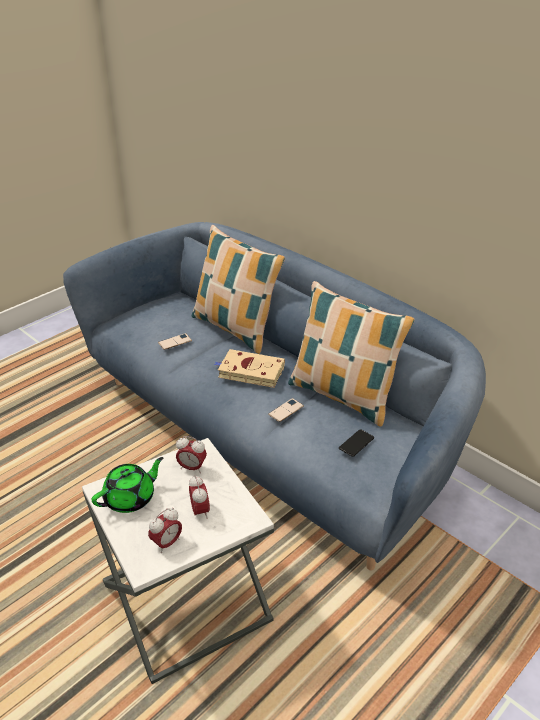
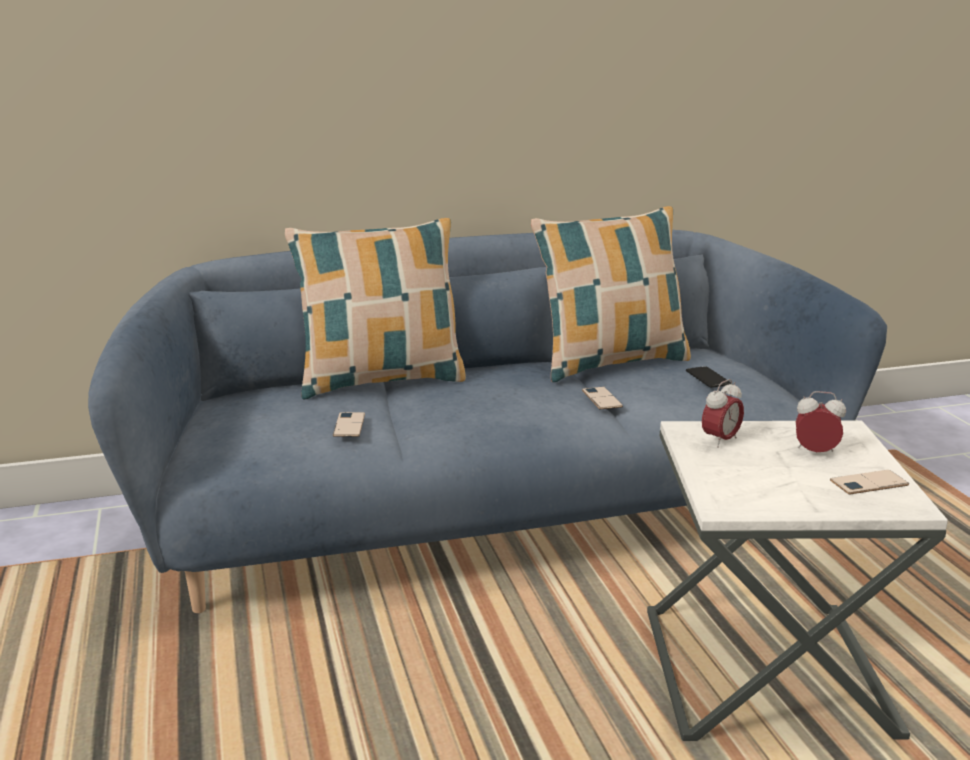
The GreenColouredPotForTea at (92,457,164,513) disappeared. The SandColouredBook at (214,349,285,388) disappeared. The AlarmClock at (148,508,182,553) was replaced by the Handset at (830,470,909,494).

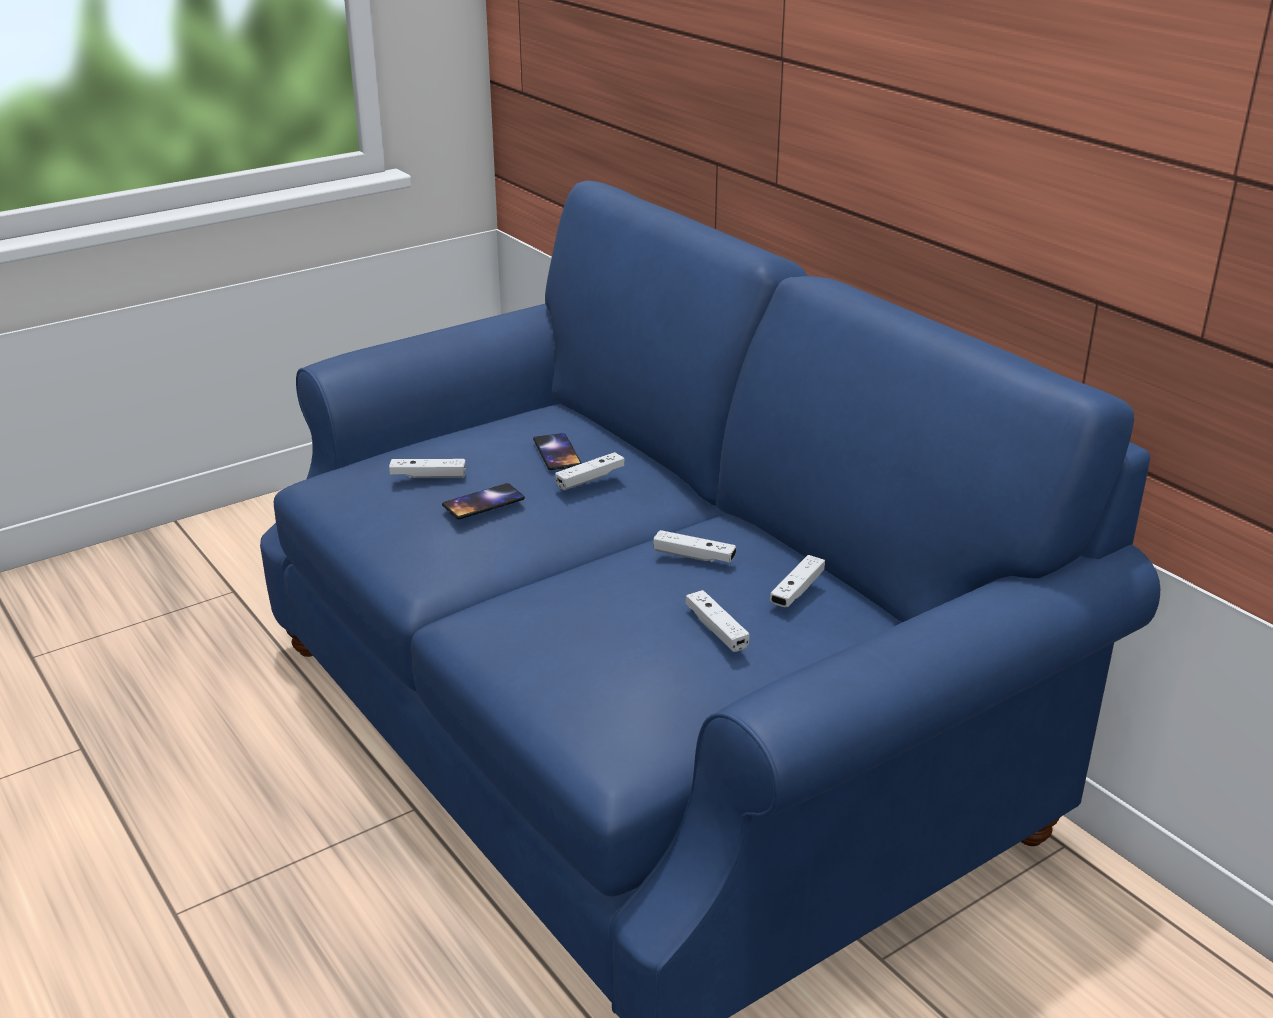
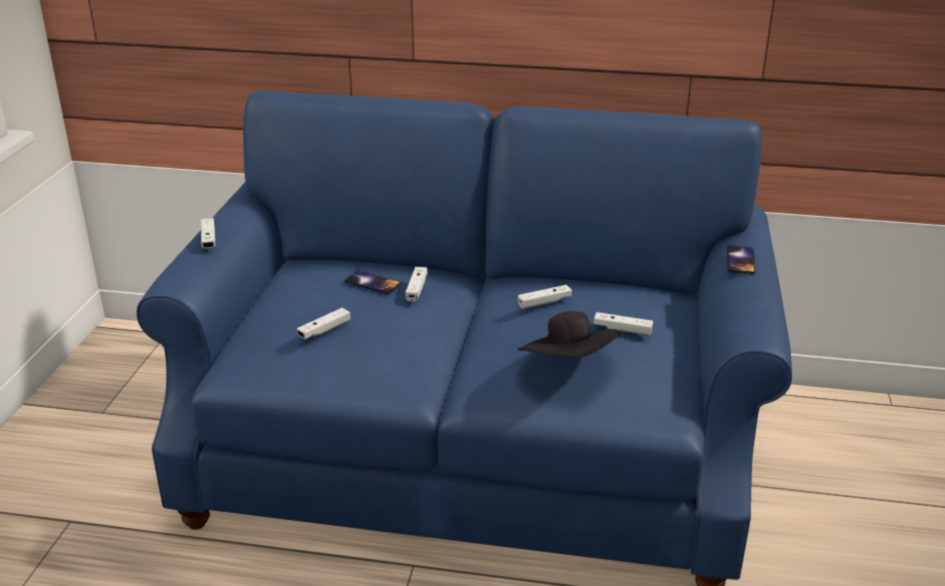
The BlackishHat at (518,311,620,357) appeared. The Handset moved from (442,483,525,519) to (727,245,755,274). The WhiteColouredGameController moved from (770,555,825,607) to (201,218,215,249).

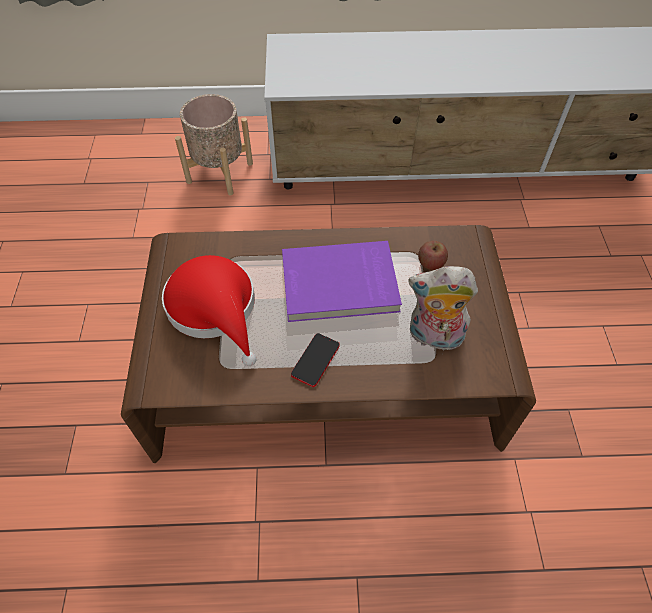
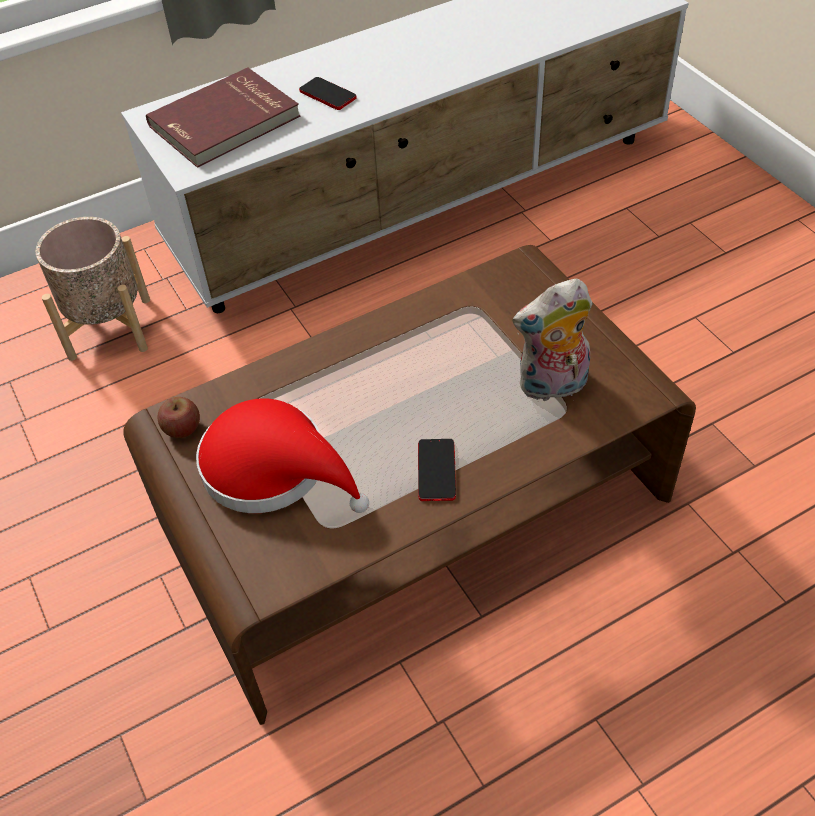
The PurpleColouredBook at (282,241,402,322) disappeared. The RedColouredBook at (146,67,300,168) appeared. The Handset at (299,77,357,110) appeared. The AppleFruit moved from (418,241,448,270) to (157,397,200,438).

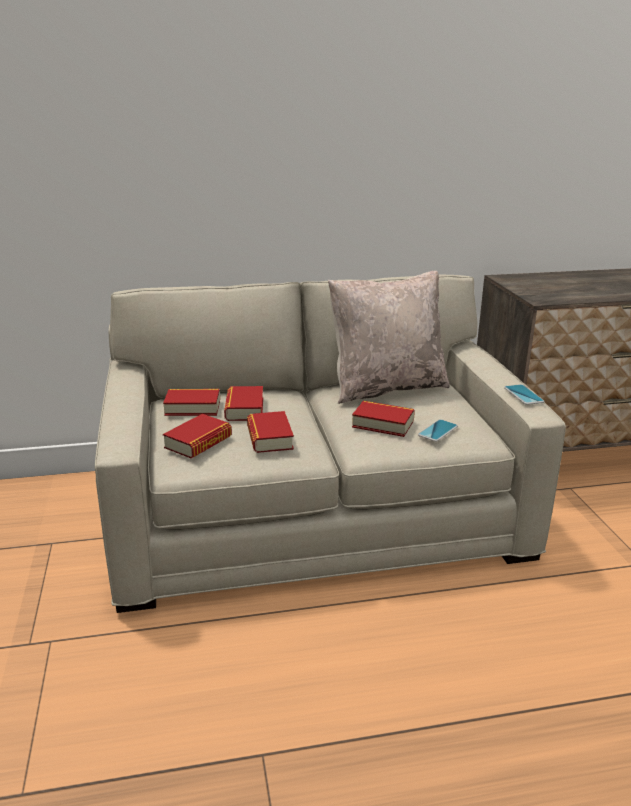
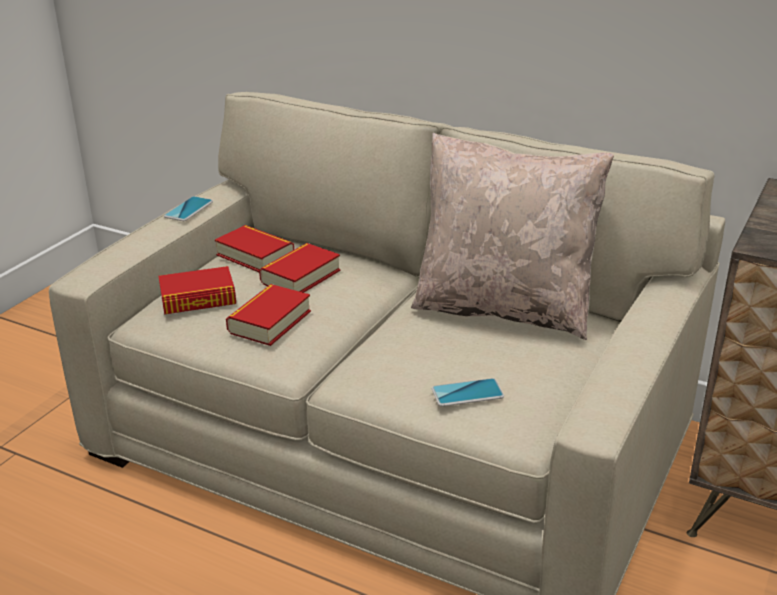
The Book at (352,401,415,437) disappeared. The Handset moved from (504,384,544,405) to (164,196,213,221).

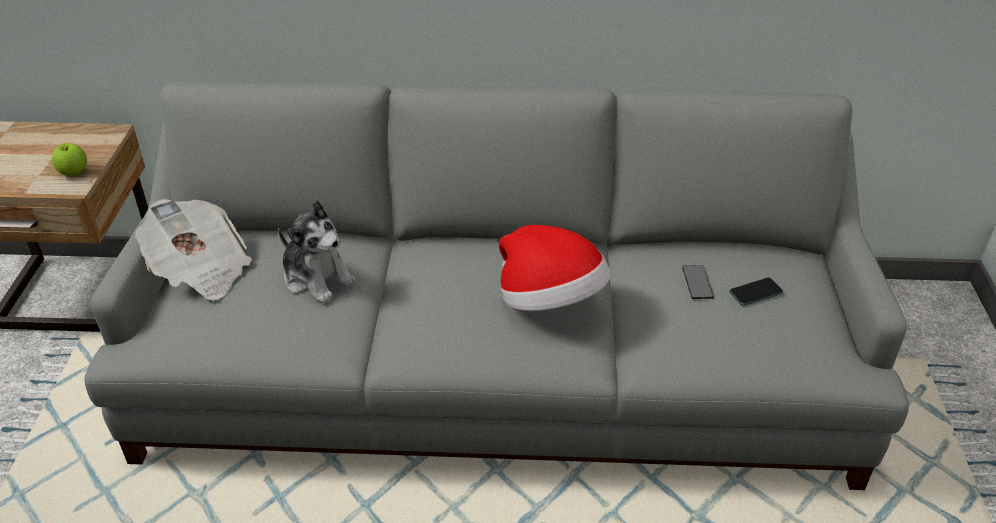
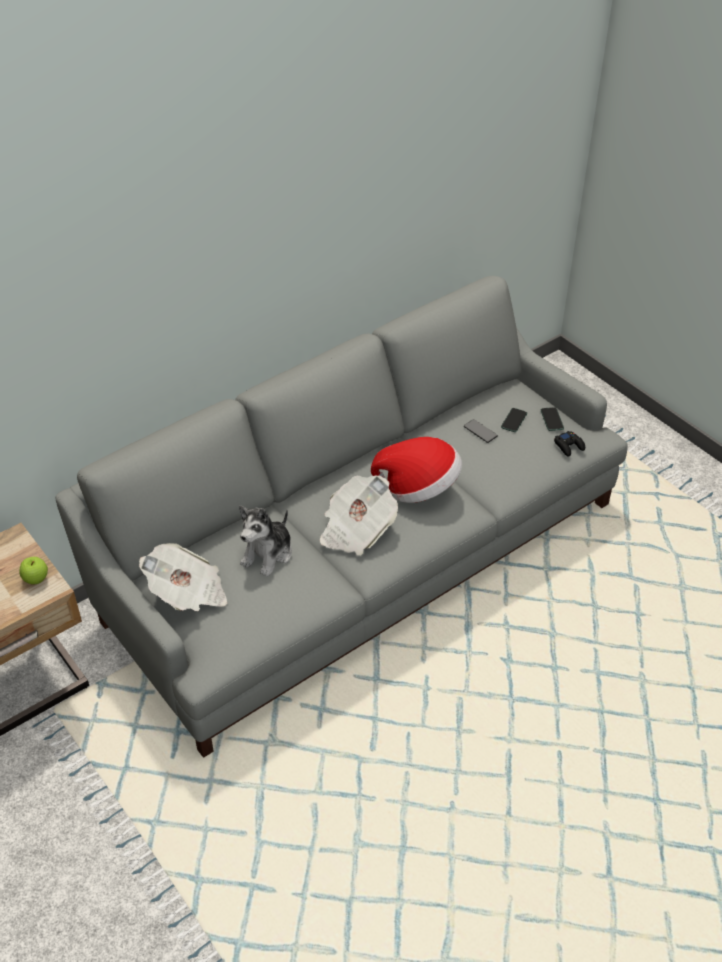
The Newspaper at (320,475,398,555) appeared. The Handset at (541,407,564,431) appeared. The BlackishGameController at (554,431,585,457) appeared. The CuddlyToy at (278,201,356,303) turned 120 degrees clockwise.

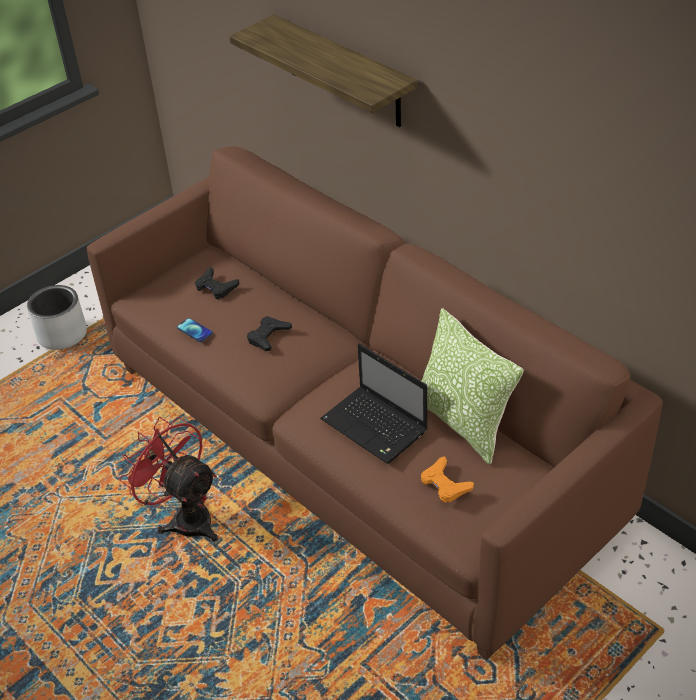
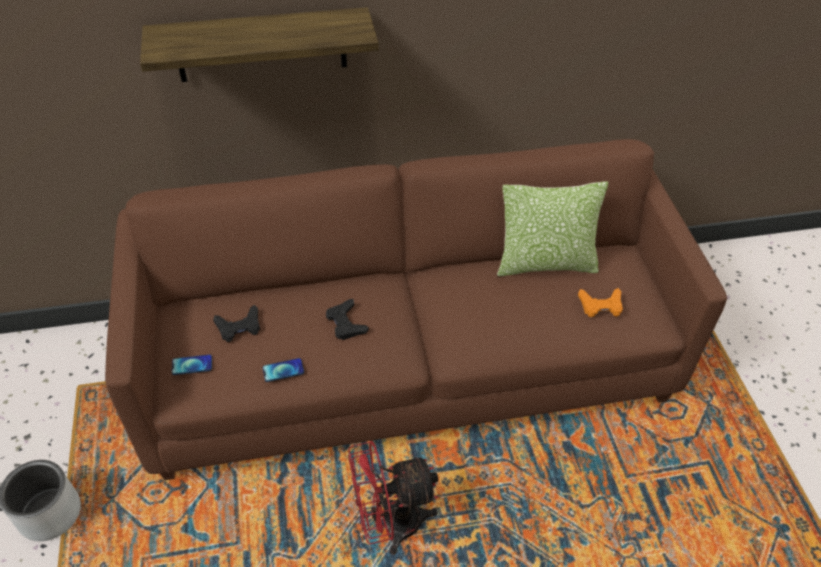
The NotebookComputer at (320,343,428,464) disappeared. The Handset at (172,354,212,375) appeared.

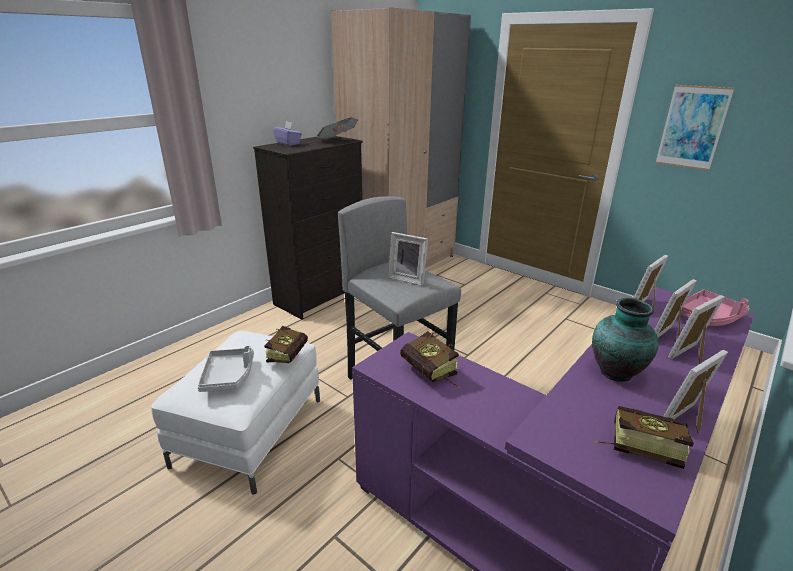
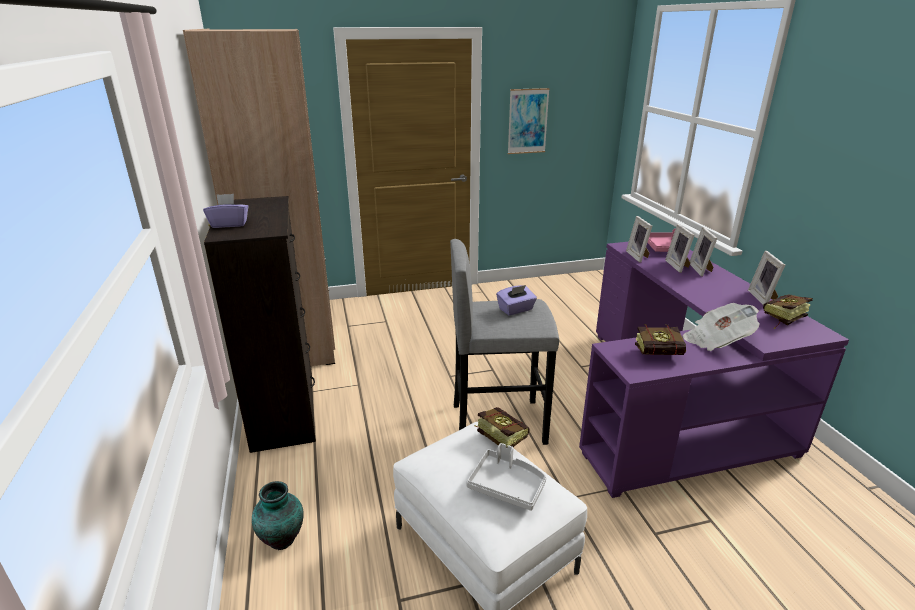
The Newspaper moved from (316,117,358,138) to (683,303,759,351). The FlowerVase moved from (592,298,658,382) to (252,481,304,550). The PhotoFrame at (388,232,428,285) was replaced by the PurpleColouredTissueBox at (496,285,537,315).

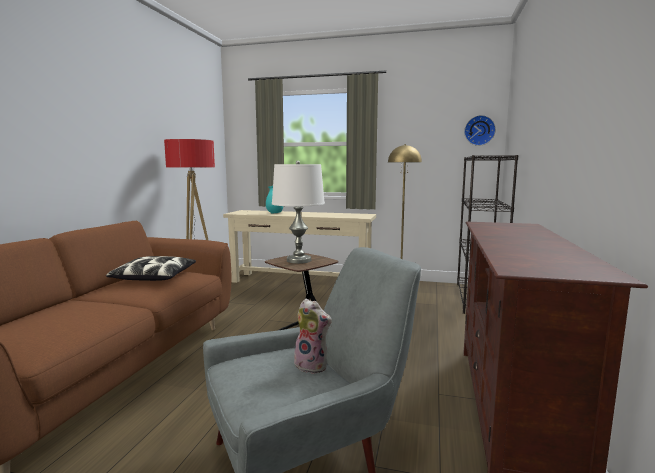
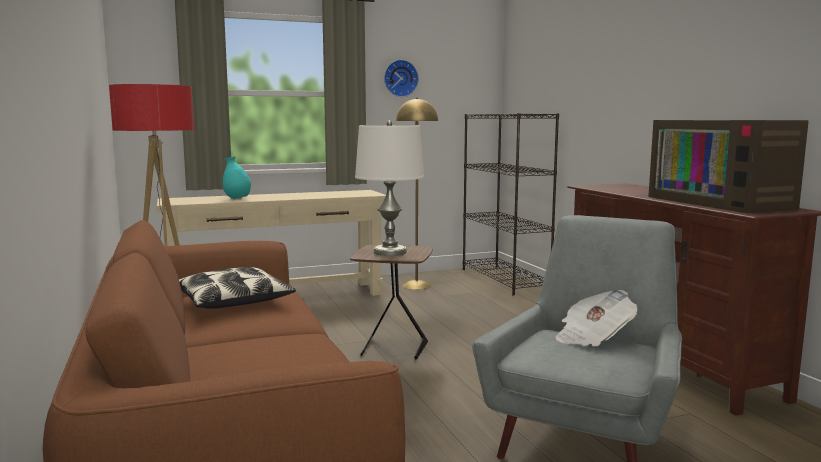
The Television at (648,120,809,213) appeared. The WallClock moved from (464,115,496,146) to (384,60,419,97). The CuddlyToy at (294,299,332,374) was replaced by the Newspaper at (555,290,638,346).

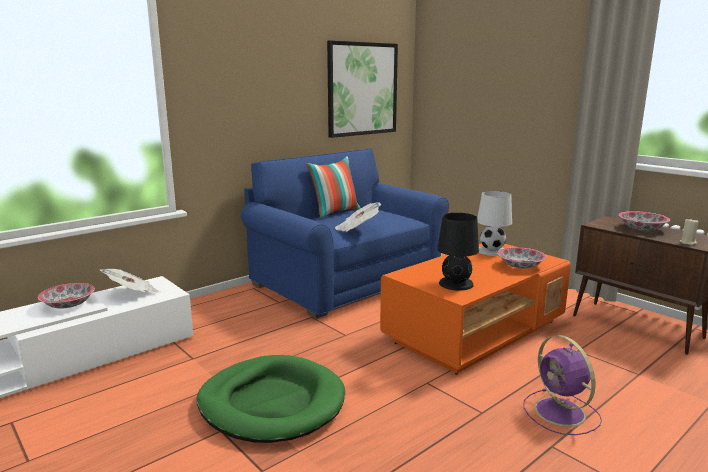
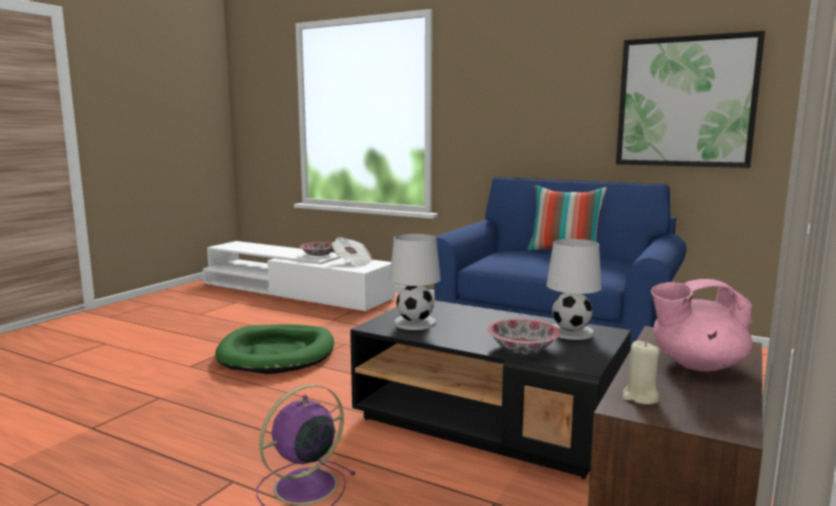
The Newspaper at (335,202,381,232) disappeared. The ServingBowl at (618,211,670,230) was replaced by the PinkPotForTea at (651,279,752,372). The OrangeColouredLoungeTable at (380,244,571,375) became the BlackishLoungeTable at (350,300,631,479). The BlackishTabletopLamp at (437,213,479,291) became the WhiteColouredTabletopLamp at (390,234,441,330).

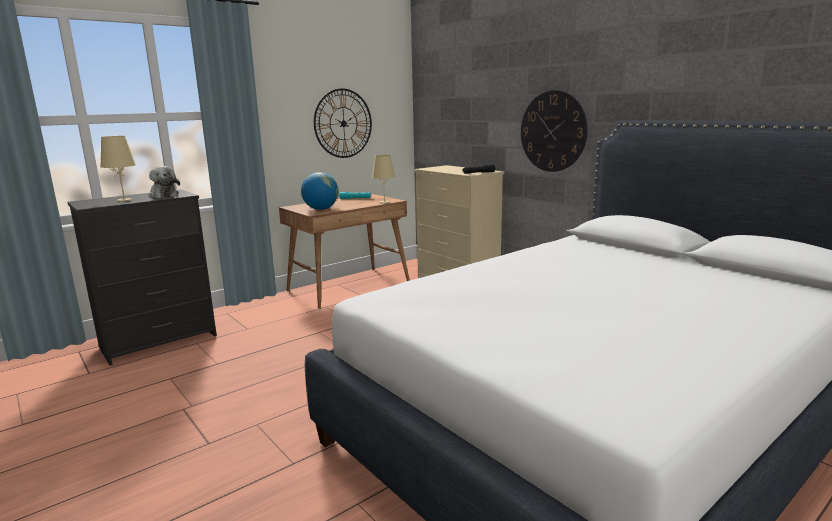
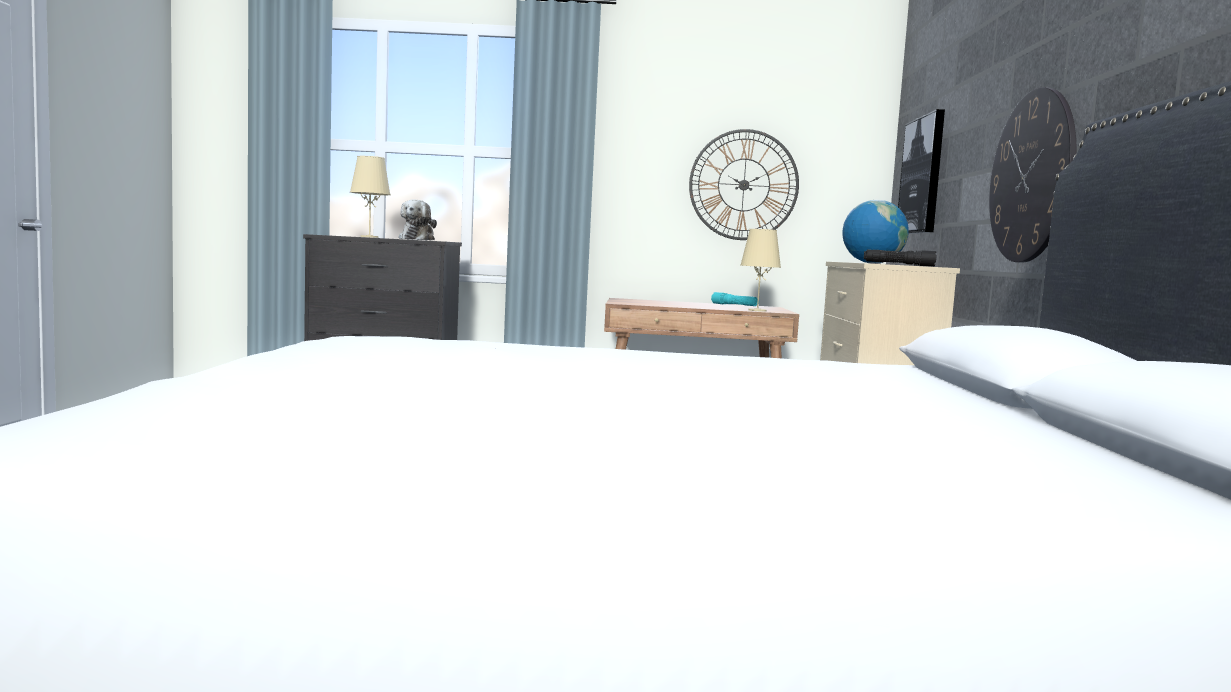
The WallArt at (898,109,945,234) appeared. The Globe moved from (301,172,339,210) to (842,200,909,264).

